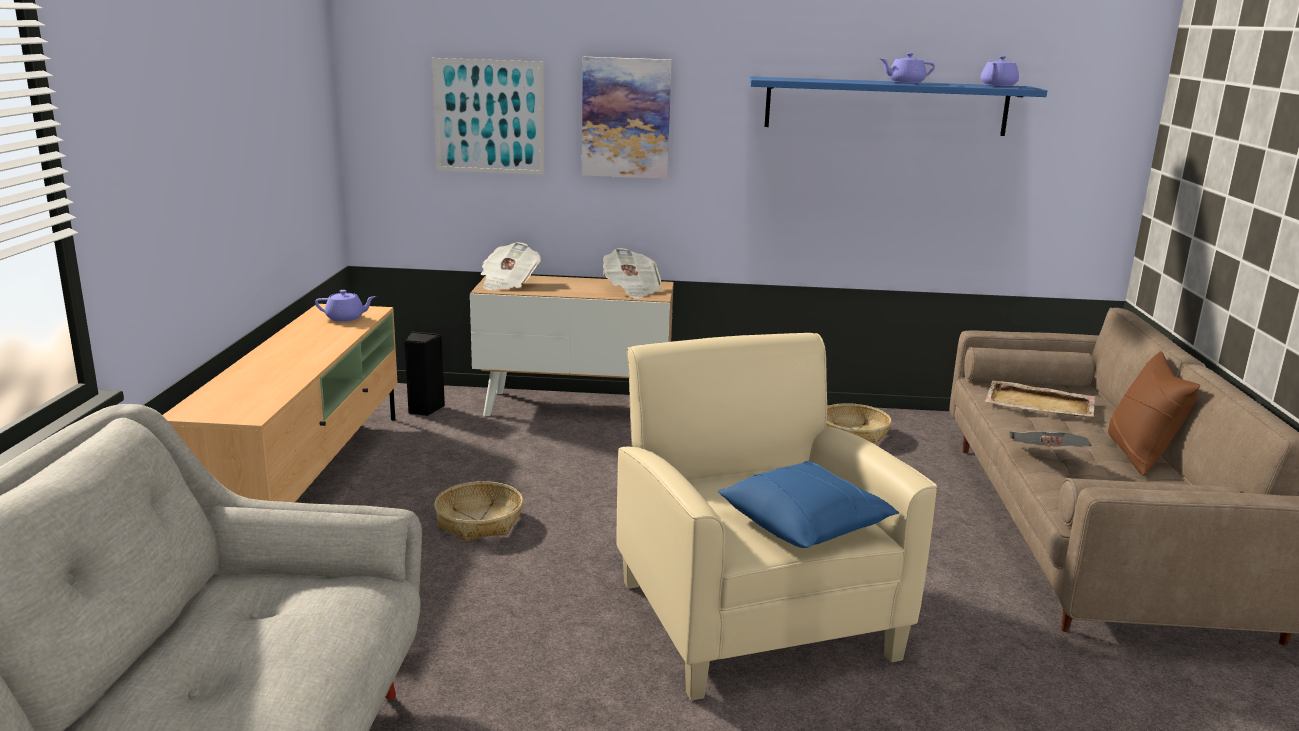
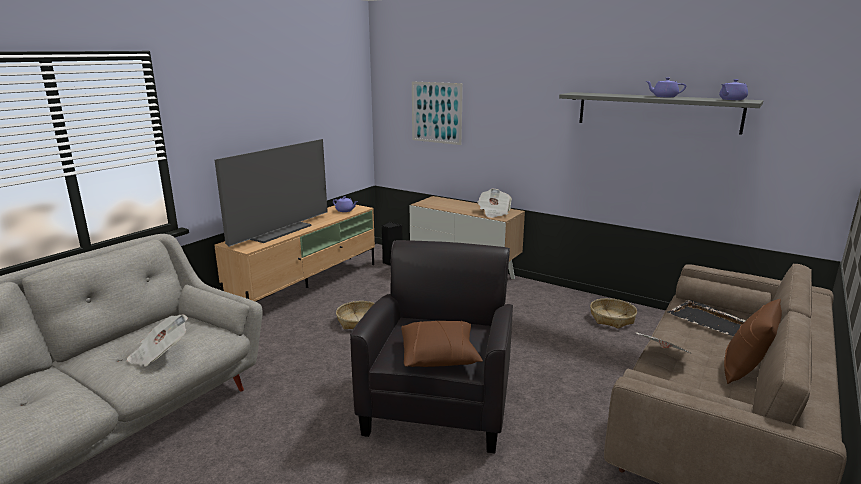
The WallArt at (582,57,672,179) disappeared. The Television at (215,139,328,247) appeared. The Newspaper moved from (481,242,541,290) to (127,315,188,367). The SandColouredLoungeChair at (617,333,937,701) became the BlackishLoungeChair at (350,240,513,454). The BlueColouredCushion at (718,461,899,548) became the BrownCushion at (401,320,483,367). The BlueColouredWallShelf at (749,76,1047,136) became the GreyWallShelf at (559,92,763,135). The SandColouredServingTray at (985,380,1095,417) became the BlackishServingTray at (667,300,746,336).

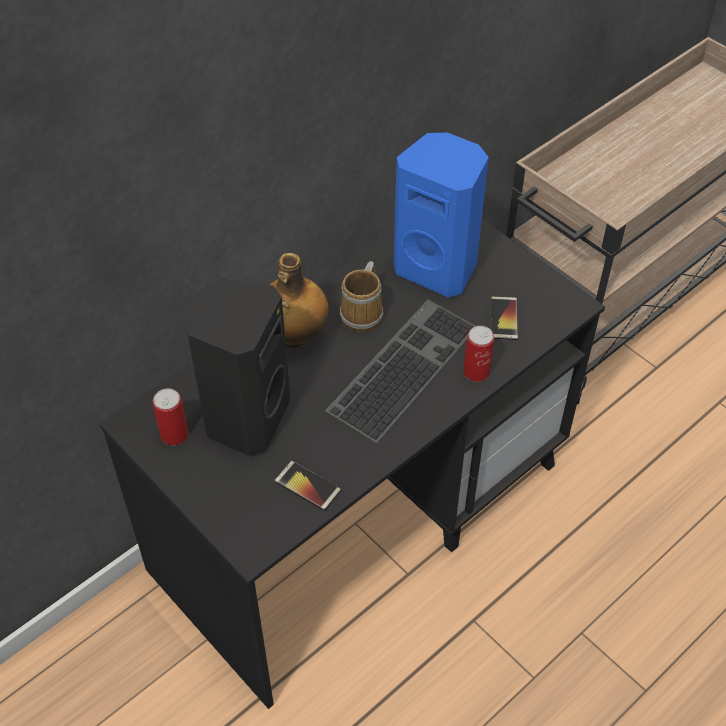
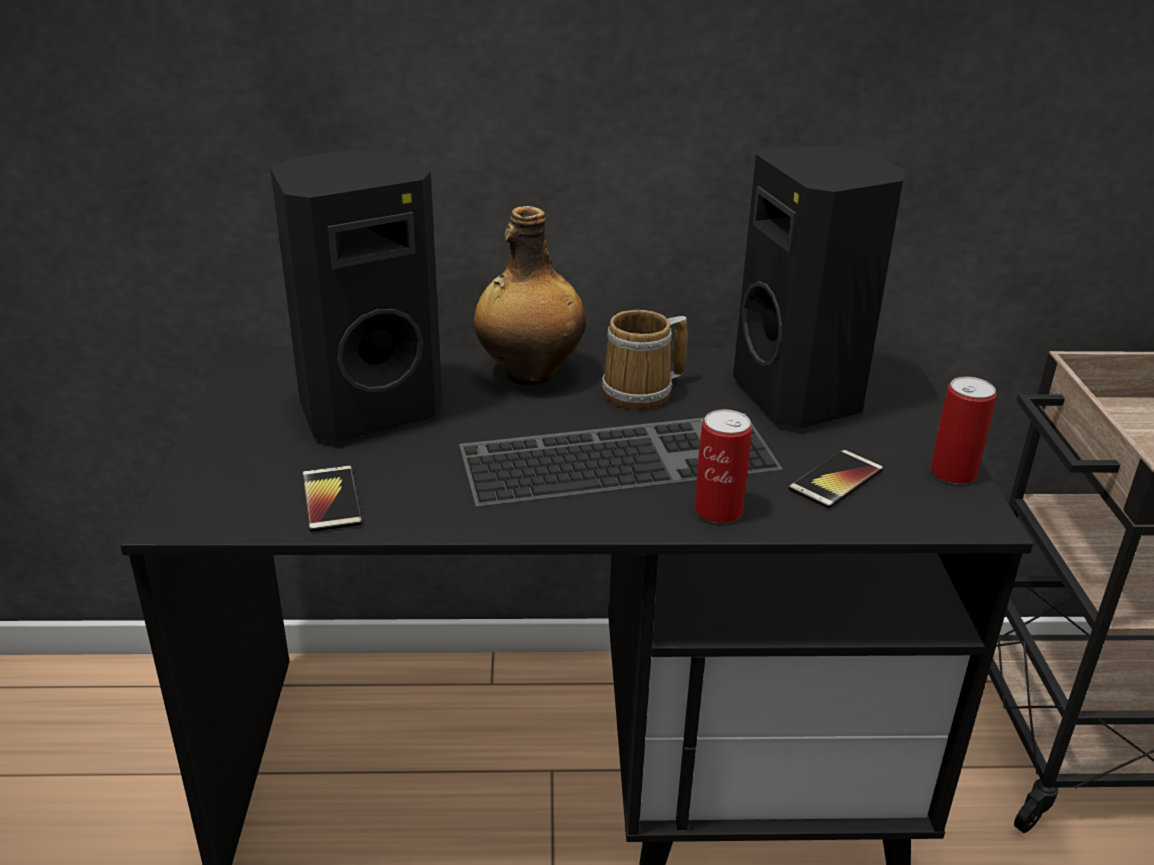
The SealedCan moved from (153,388,188,445) to (930,377,997,484). The BlueColouredLoudspeaker at (393,132,489,297) became the BlackishLoudspeaker at (733,146,905,429).

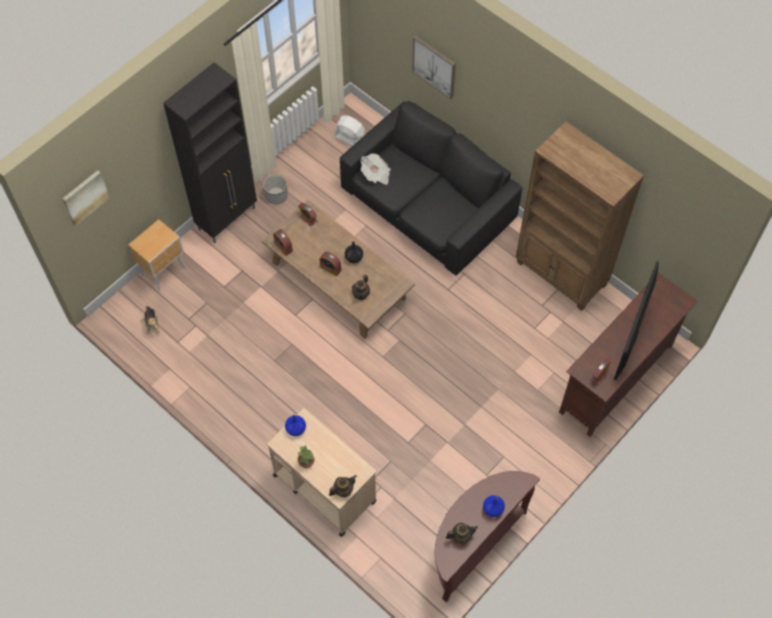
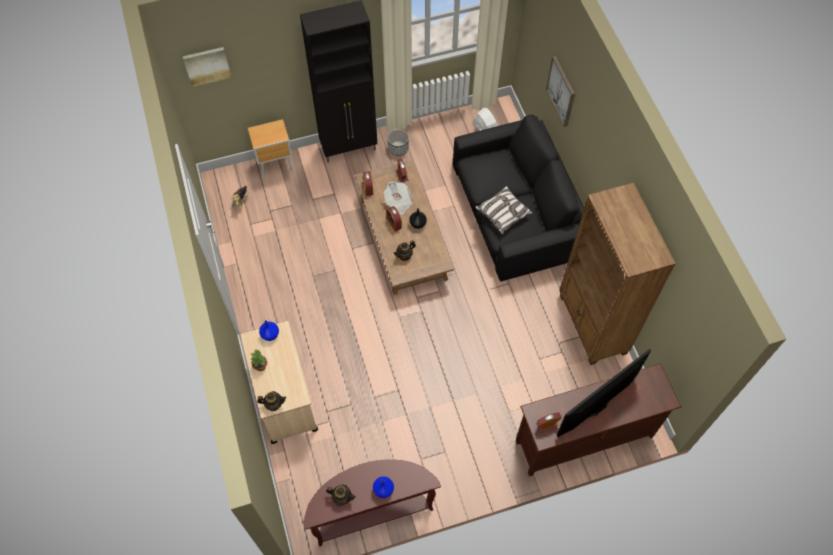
The Cushion at (475,186,533,234) appeared. The Newspaper moved from (361,154,391,185) to (384,181,413,215).

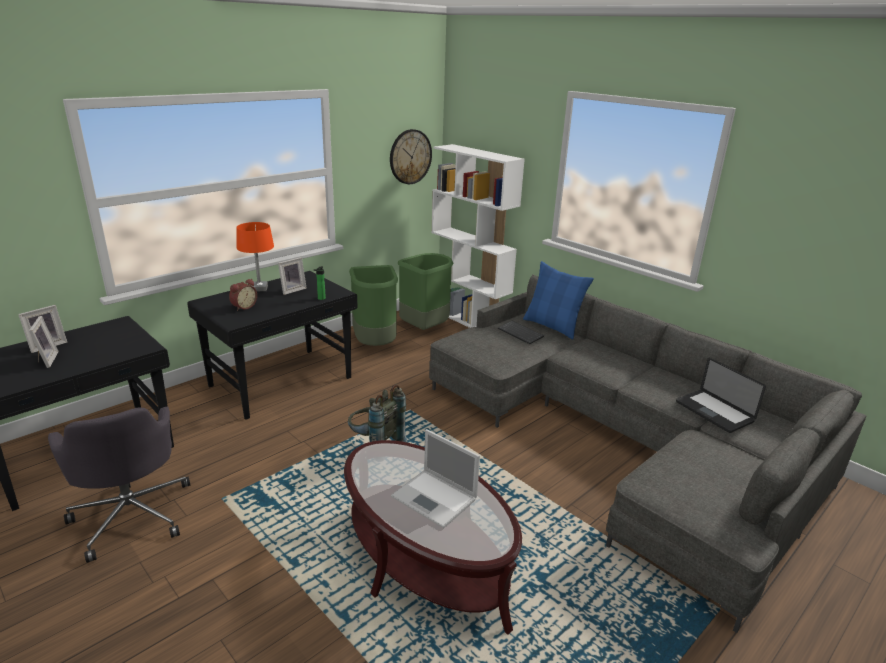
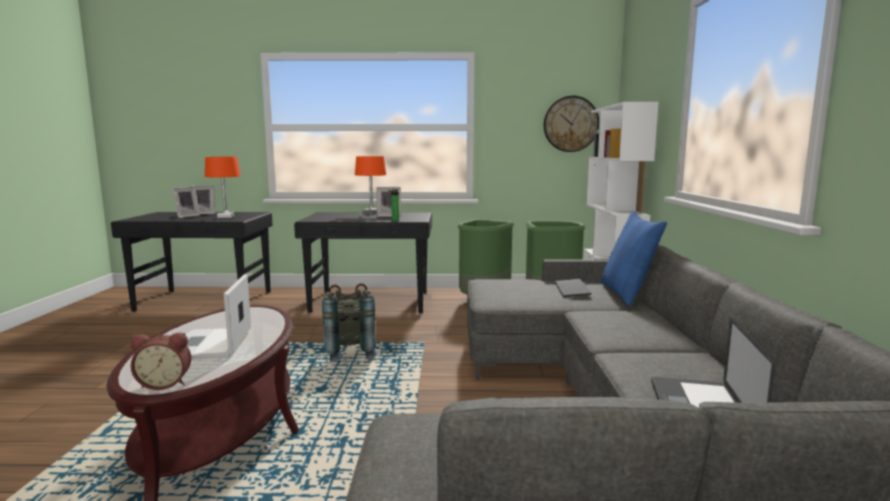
The GreyDeskChair at (48,407,190,563) disappeared. The OrangeColouredTabletopLamp at (205,157,240,218) appeared. The AlarmClock moved from (229,279,257,311) to (131,333,191,390).

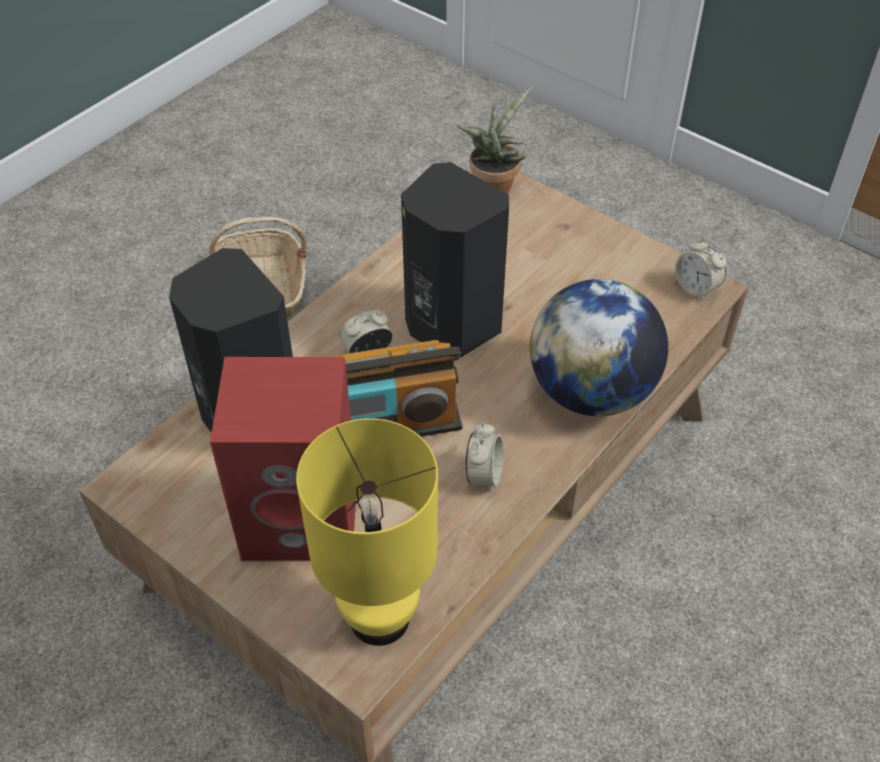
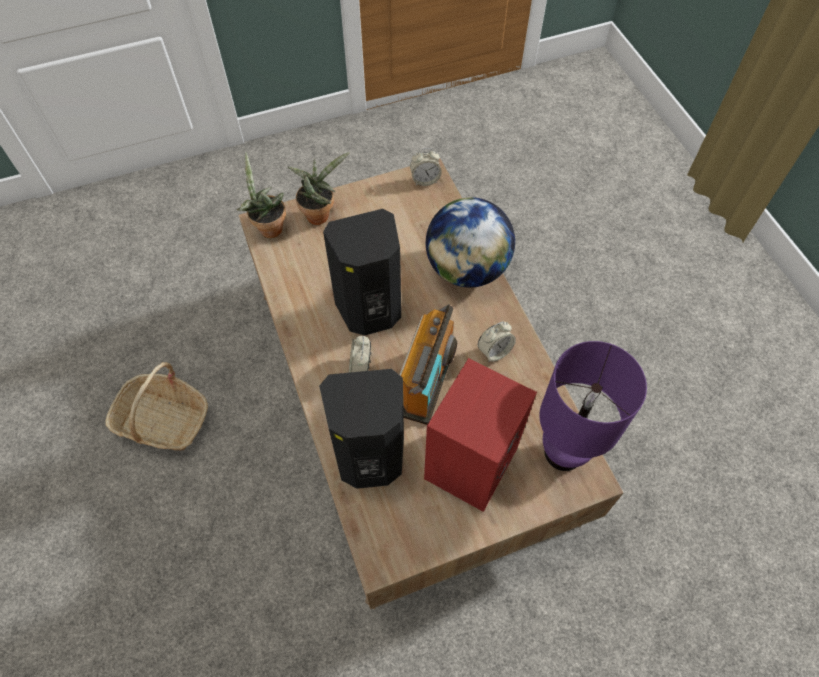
The PlantInAPot at (288,152,350,225) appeared. The YellowColouredTabletopLamp at (296,418,438,646) became the PurpleColouredTabletopLamp at (539,341,647,471). The AlarmClock at (466,422,504,492) turned 105 degrees clockwise.

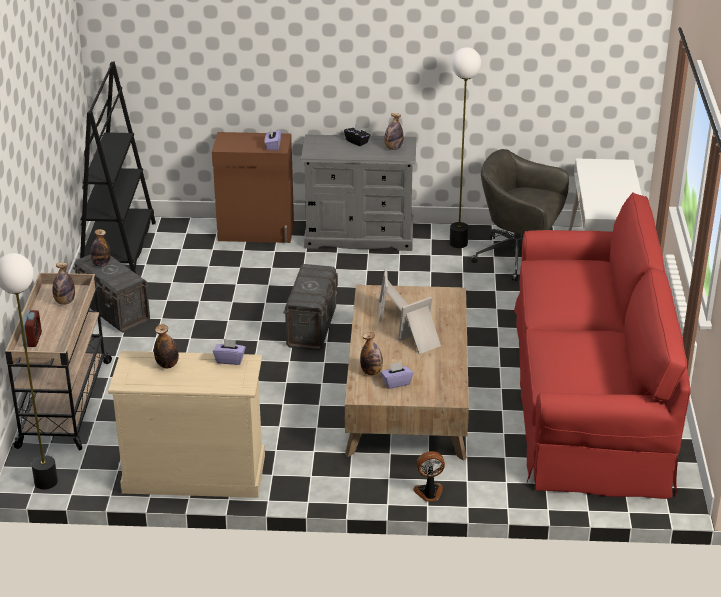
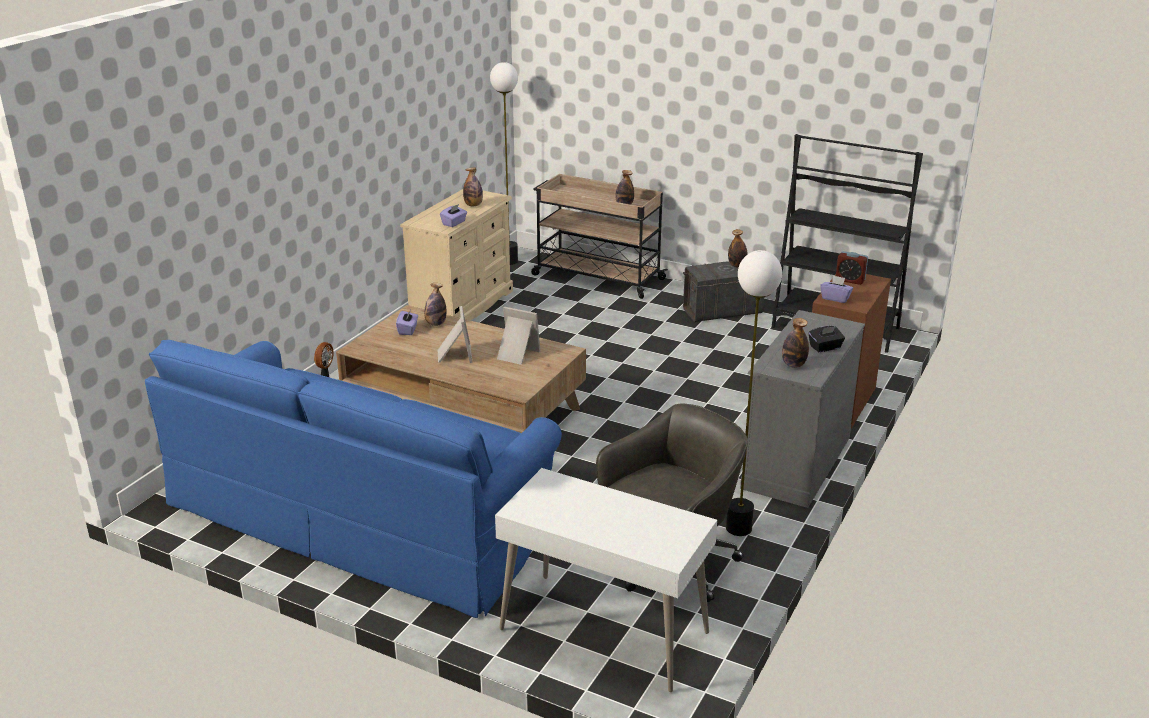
The GreyStorageBox at (283,264,338,350) disappeared. The AlarmClock moved from (20,310,42,347) to (836,251,868,285). The RedColouredSettee at (514,192,691,499) became the BlueColouredSettee at (145,340,562,618).

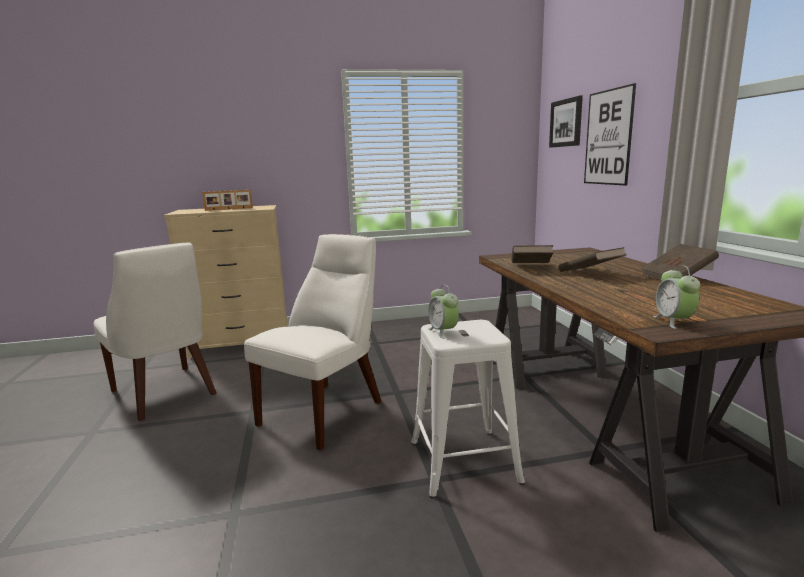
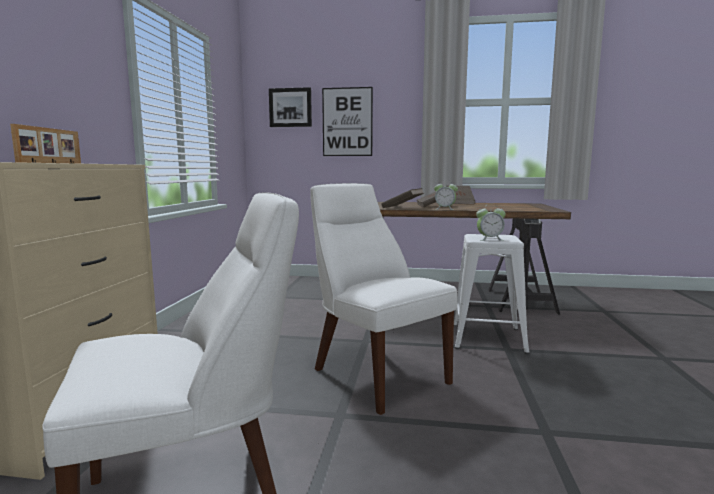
The AlarmClock moved from (653,265,700,329) to (434,180,458,210).

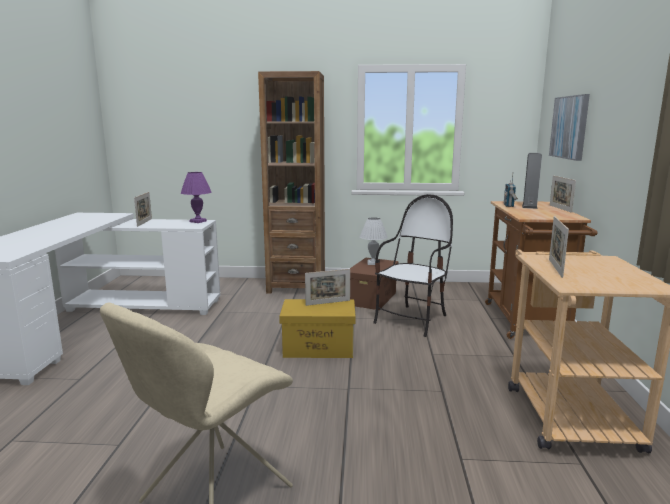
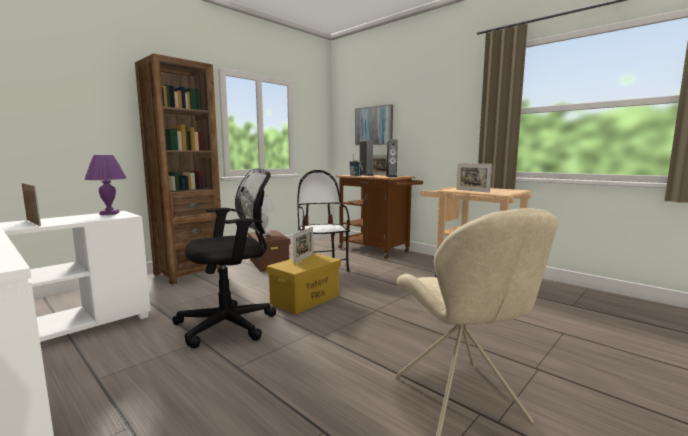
The BlackishDeskChair at (173,168,276,348) appeared. The Loudspeaker at (386,139,398,177) appeared.

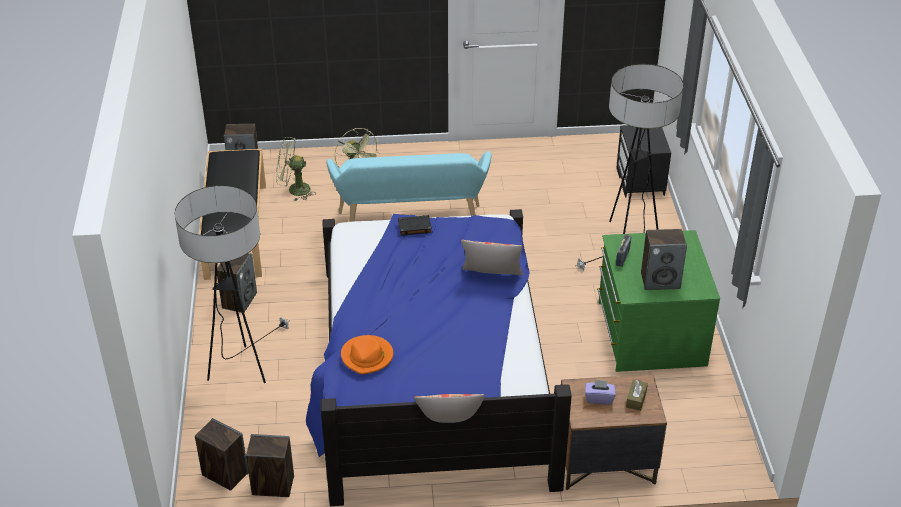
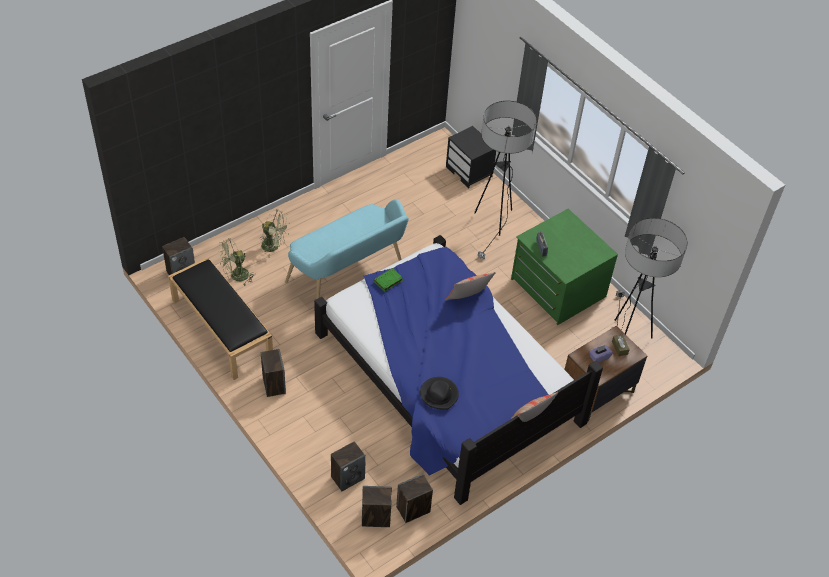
The StandardLamp moved from (174,185,290,383) to (615,218,687,339). The Loudspeaker moved from (641,229,687,290) to (331,441,366,492). The OrangeColouredHat at (341,335,393,374) became the BlackishHat at (420,377,459,410). The BlackishBook at (398,215,432,236) became the GreenColouredBook at (373,268,403,292).

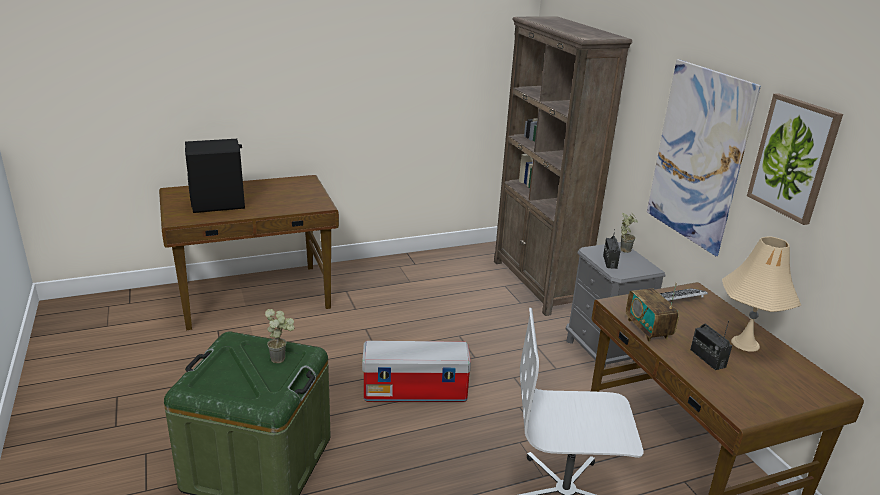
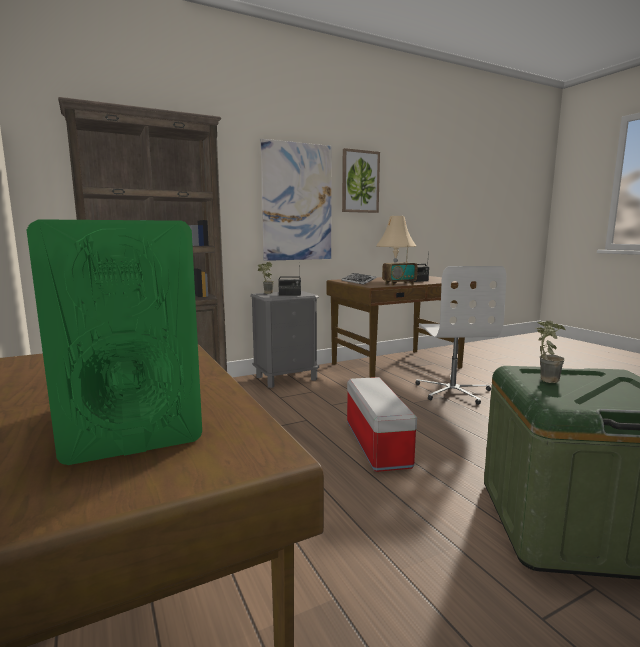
The BlackishLoudspeaker at (185,139,245,213) became the GreenColouredLoudspeaker at (27,219,202,465).

